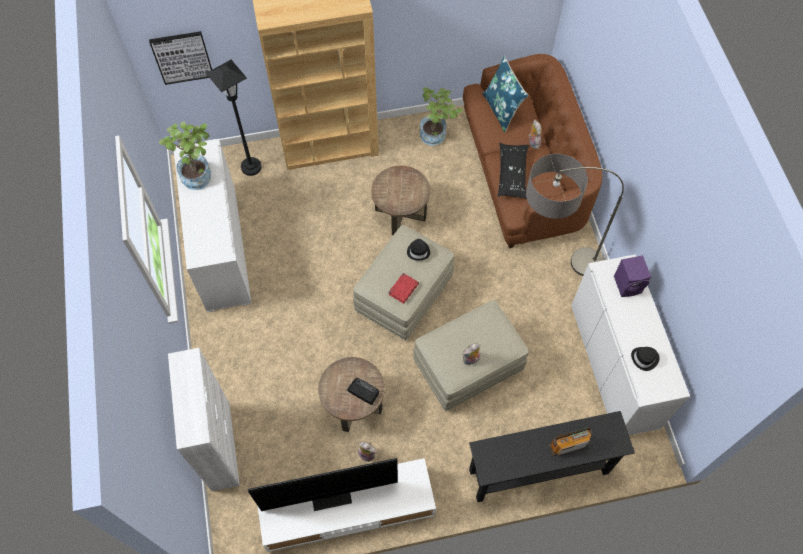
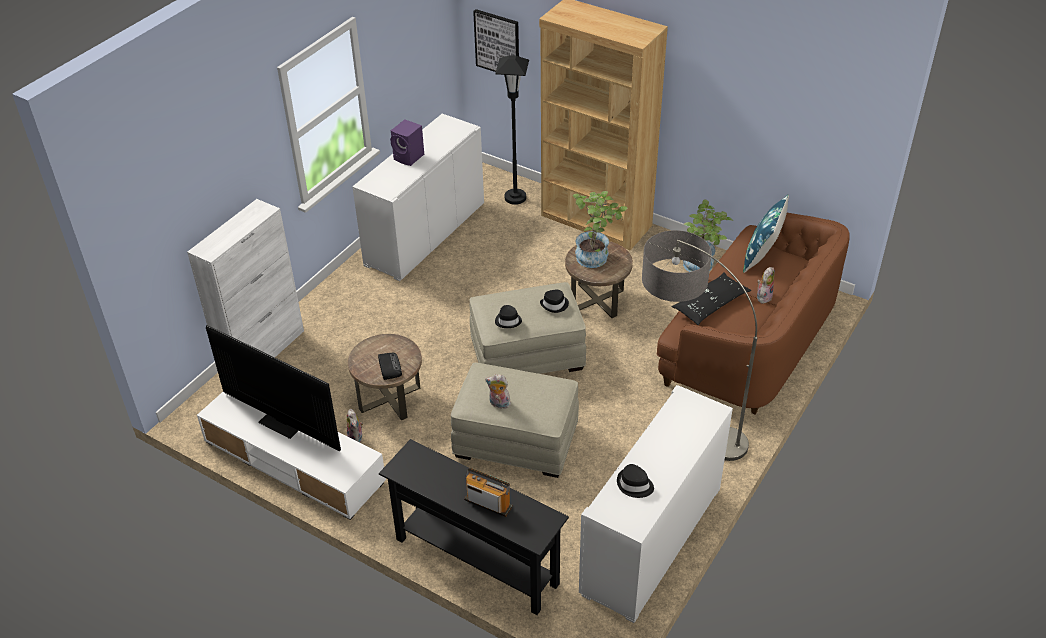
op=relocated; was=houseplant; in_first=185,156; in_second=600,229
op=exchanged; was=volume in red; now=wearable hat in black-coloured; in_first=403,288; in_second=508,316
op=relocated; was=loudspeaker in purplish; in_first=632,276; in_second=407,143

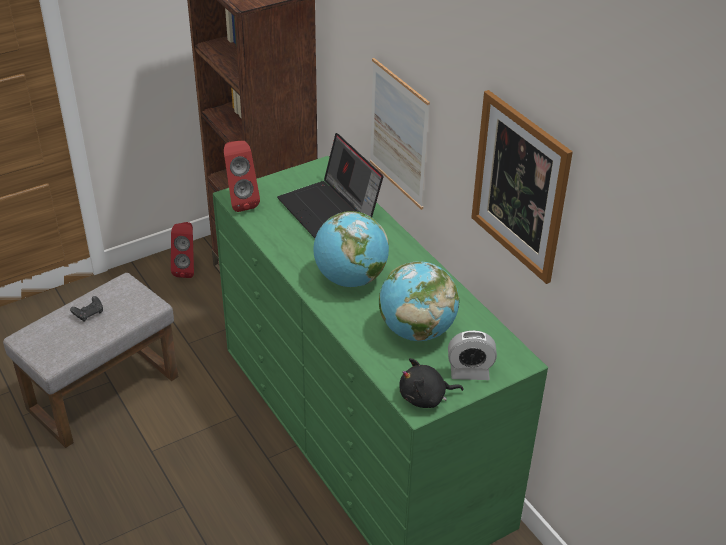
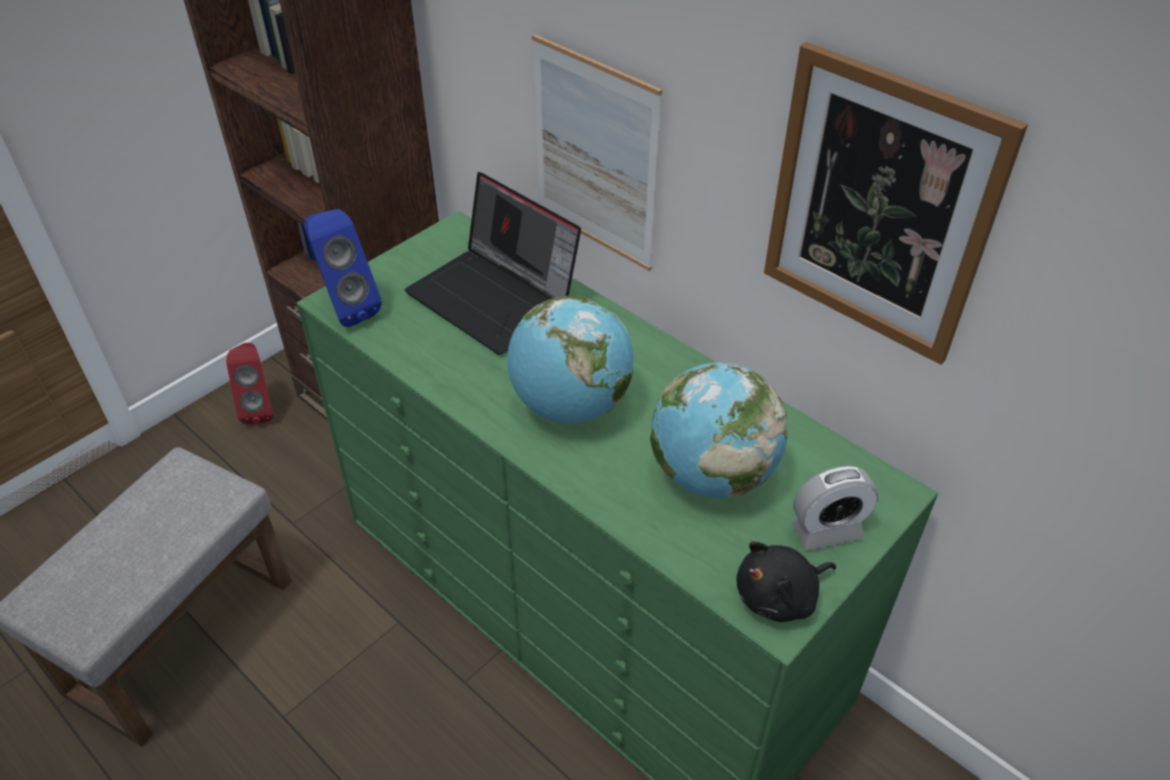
op=missing; was=gamepad in black-coloured; in_first=86,309
op=colour; was=loudspeaker in red; now=loudspeaker in blue; in_first=242,176; in_second=343,268

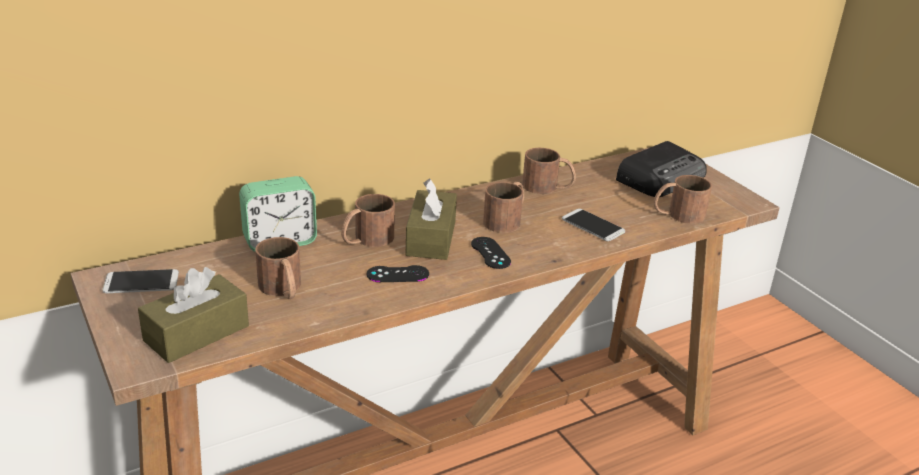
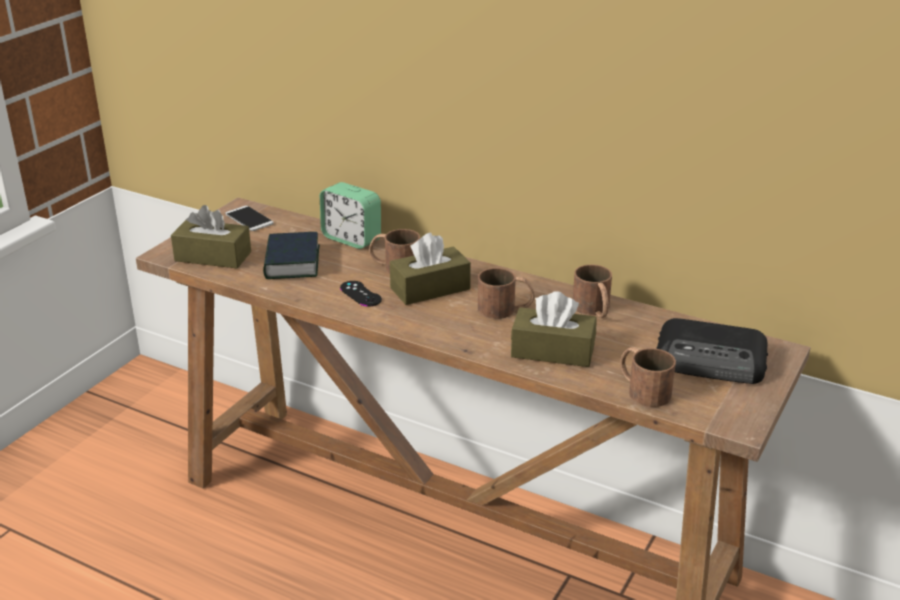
op=exchanged; was=mug in brown-coloured; now=volume; in_first=278,268; in_second=291,255
op=missing; was=gamepad in black-coloured; in_first=491,253
op=exchanged; was=phone; now=tissue box in brown-coloured; in_first=593,225; in_second=554,329

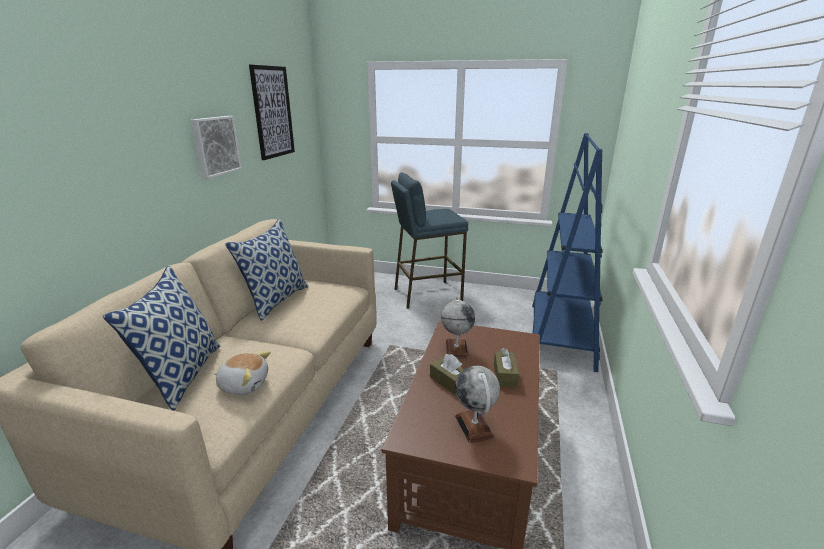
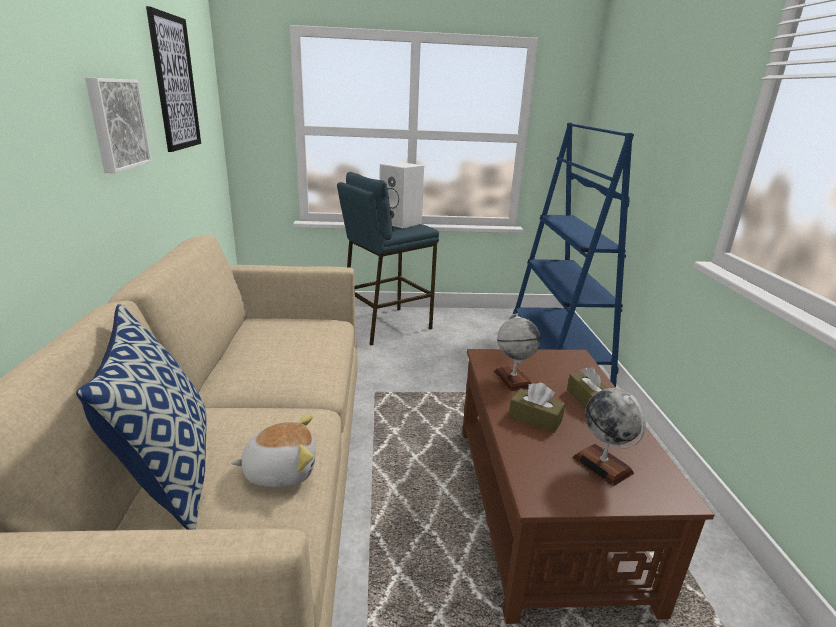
op=missing; was=cushion; in_first=267,270
op=appeared; now=loudspeaker in white-coloured; in_second=402,195

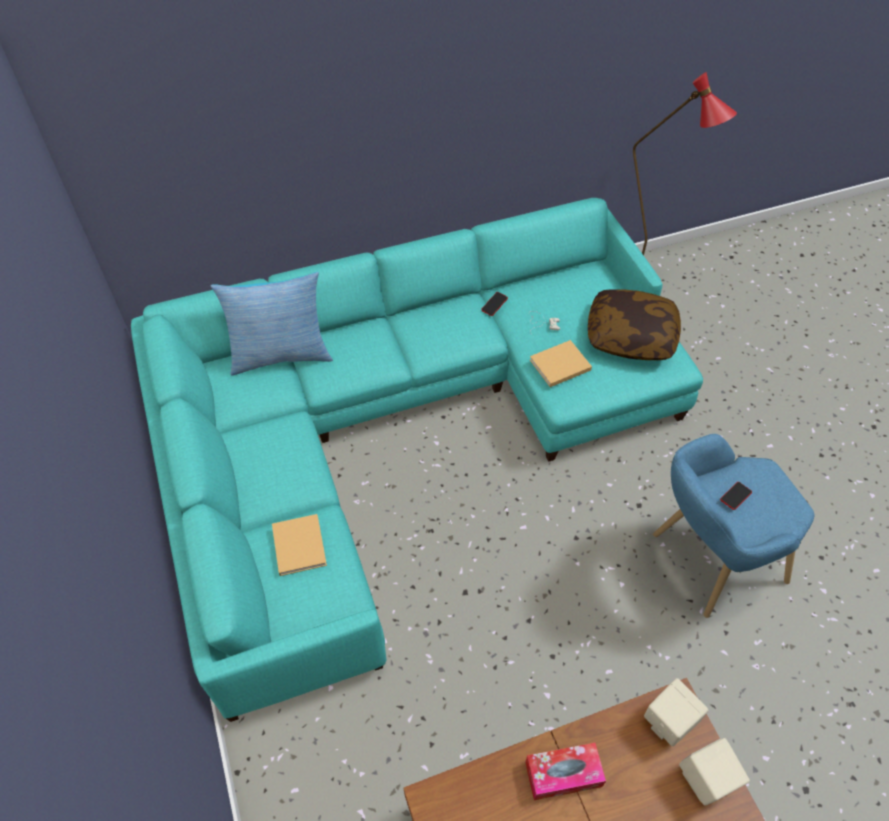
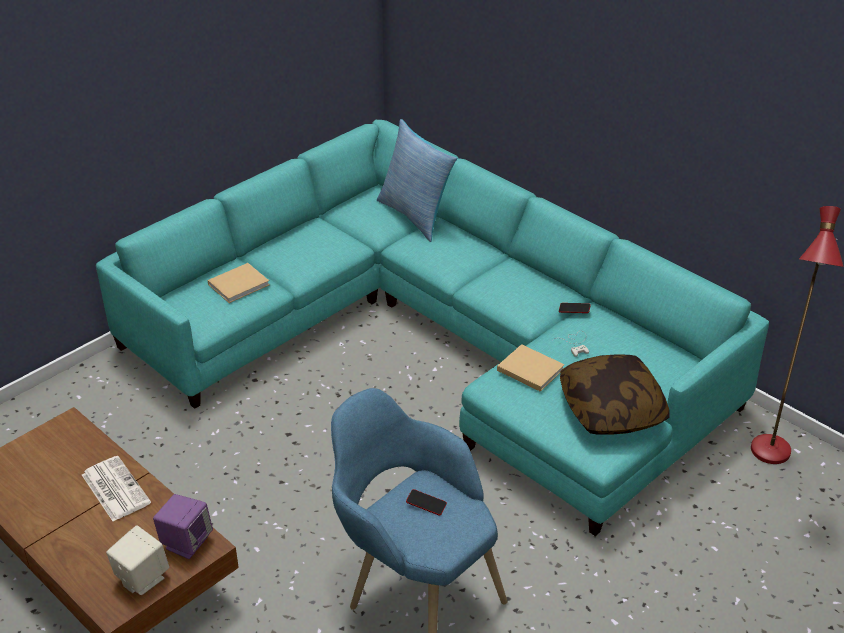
op=exchanged; was=tissue box; now=daily paper; in_first=565,771; in_second=116,488
op=colour; was=loudspeaker in beige-coloured; now=loudspeaker in purplish; in_first=676,712; in_second=183,526

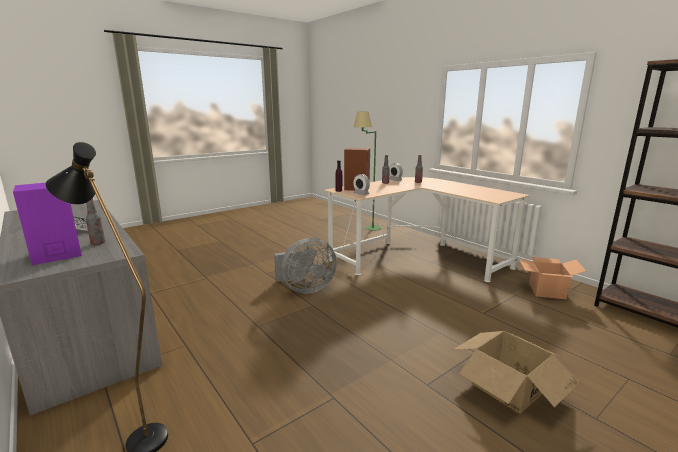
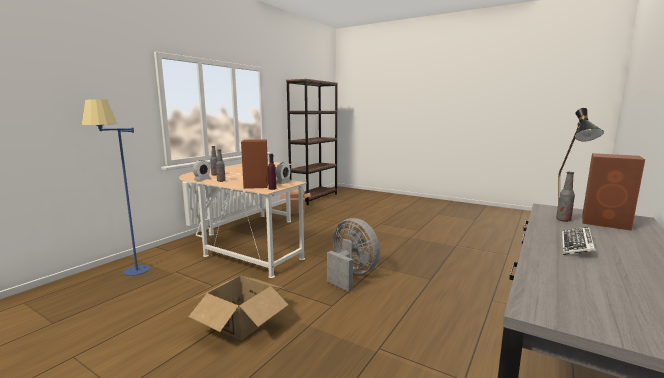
op=colour; was=loudspeaker in purplish; now=loudspeaker in brown-coloured; in_first=47,224; in_second=613,192
op=colour; was=standing lamp in green-coloured; now=standing lamp in blue; in_first=367,171; in_second=116,187
op=relocated; was=carton; in_first=516,372; in_second=239,308

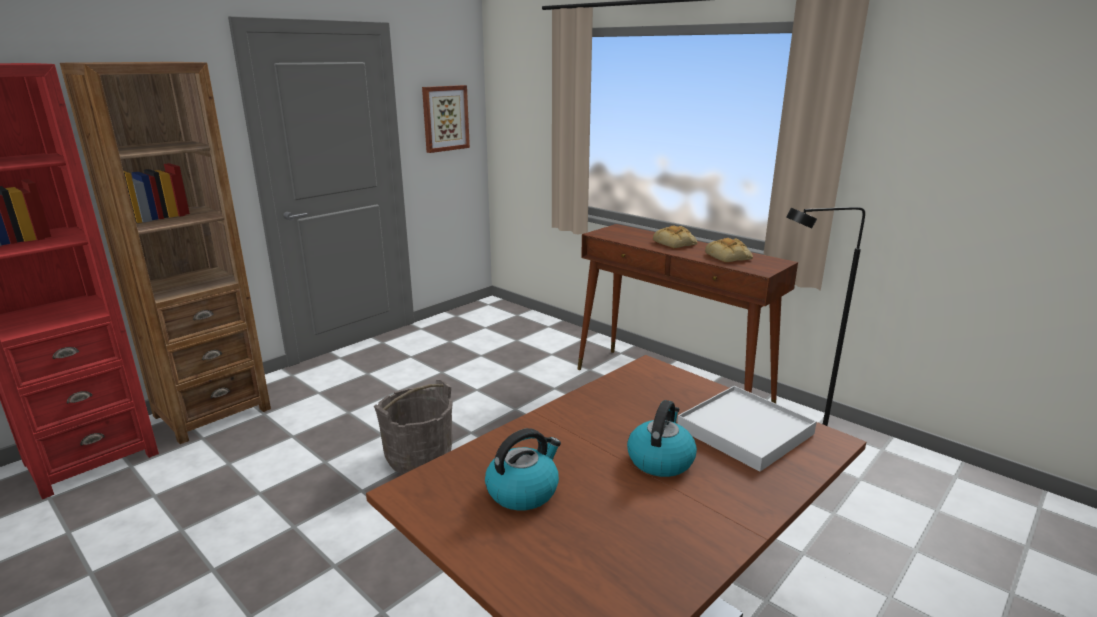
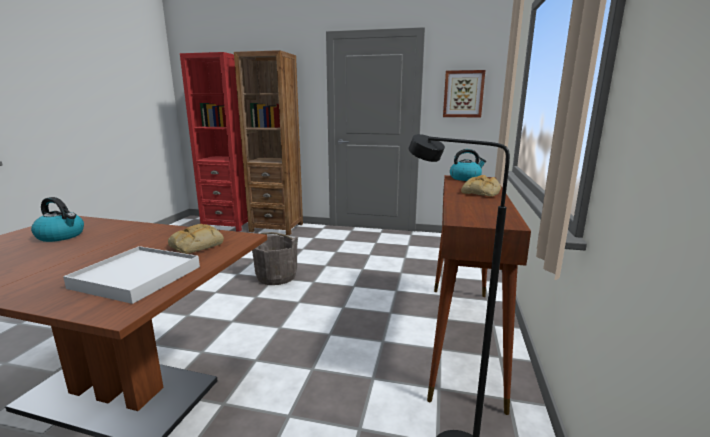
op=relocated; was=kettle; in_first=662,438; in_second=468,165
op=relocated; was=baked bread; in_first=729,250; in_second=196,239

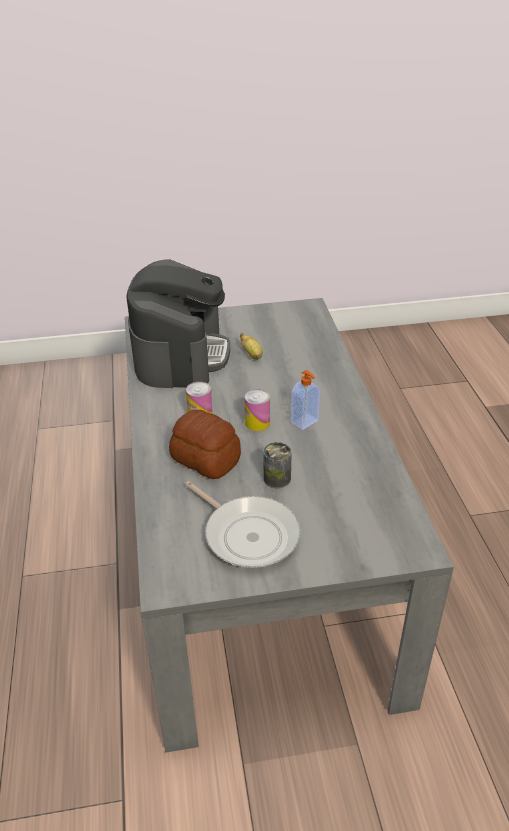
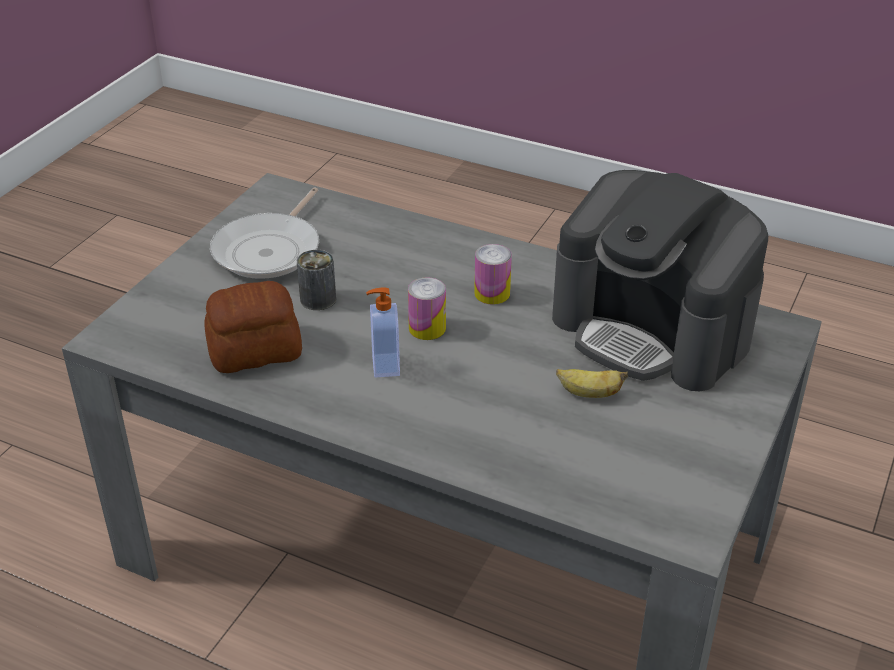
op=relocated; was=baked bread; in_first=205,444; in_second=253,327
op=spun; was=skillet; in_first=242,524; in_second=264,233; clockwise=-60

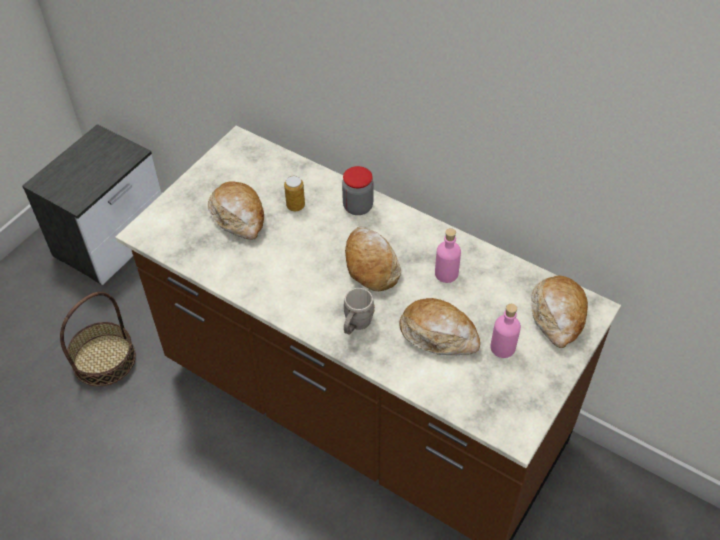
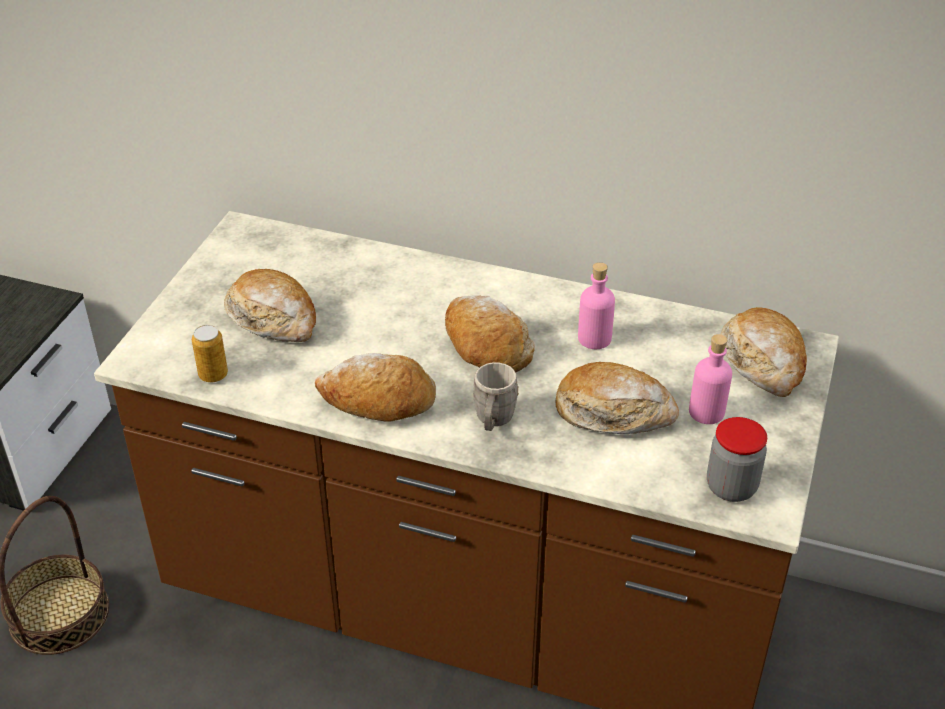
op=relocated; was=can; in_first=294,193; in_second=210,353
op=relocated; was=preserve jar; in_first=358,190; in_second=737,459
op=appeared; now=baked bread; in_second=375,387

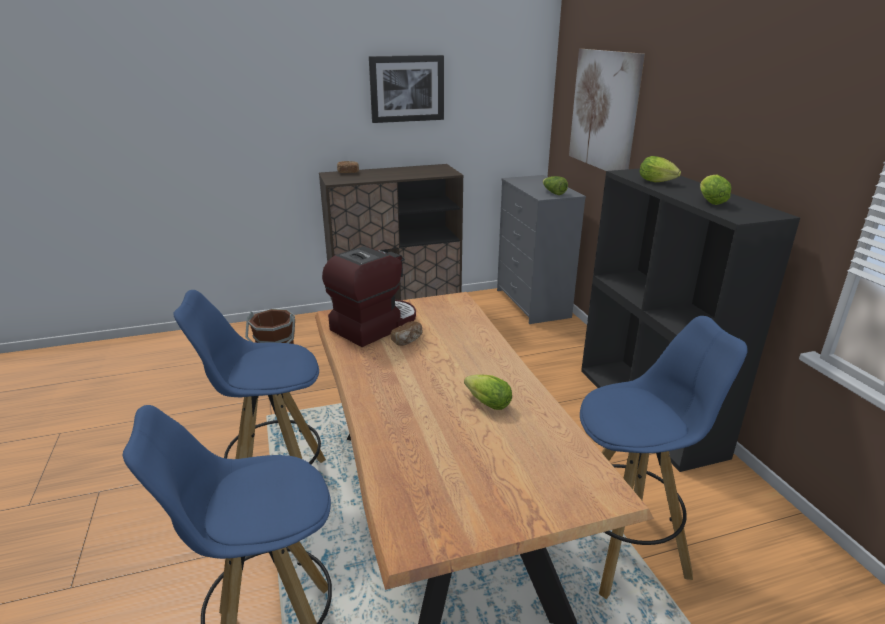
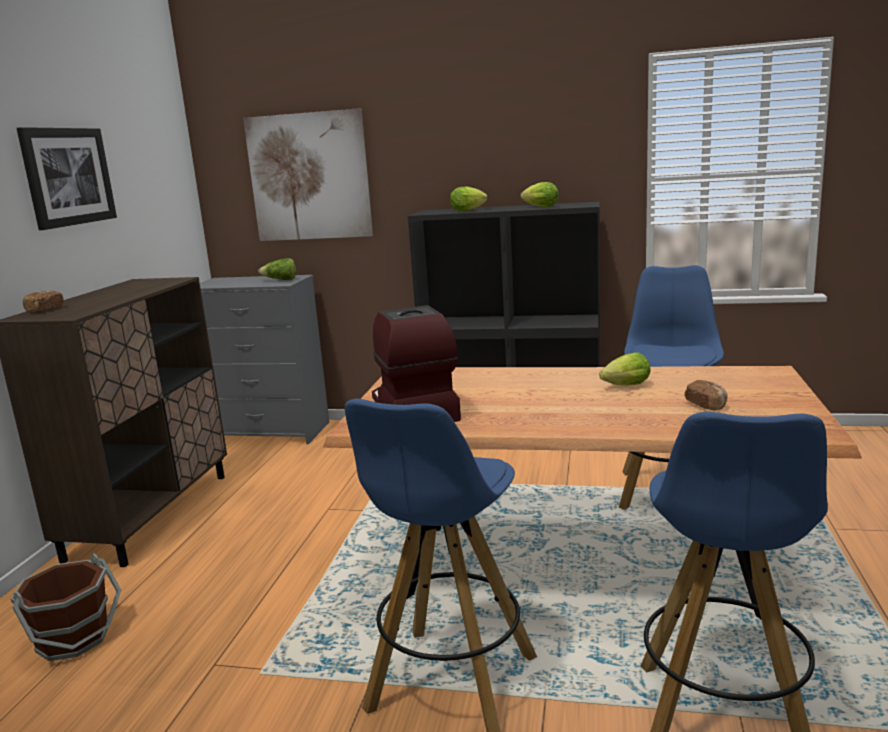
op=relocated; was=baked bread; in_first=406,333; in_second=706,395

